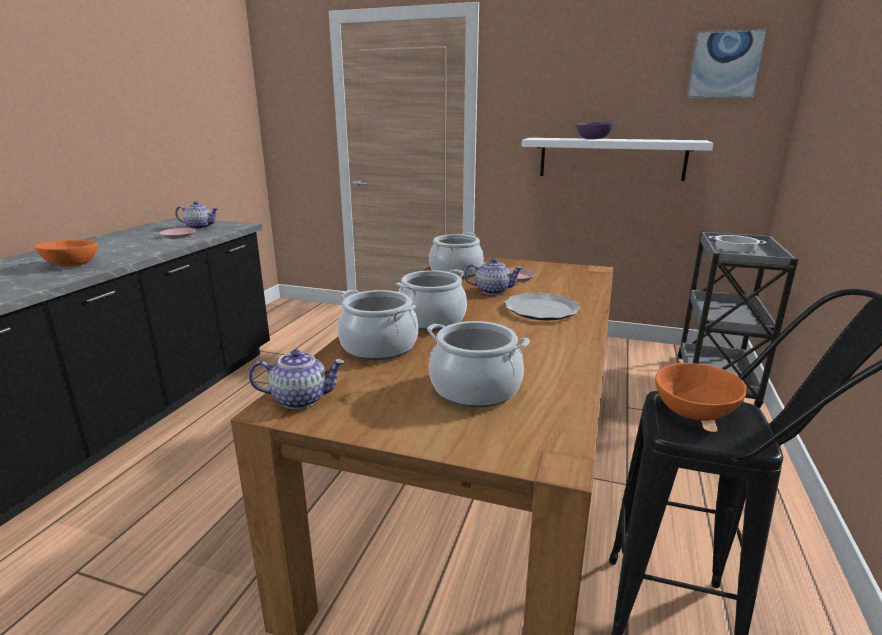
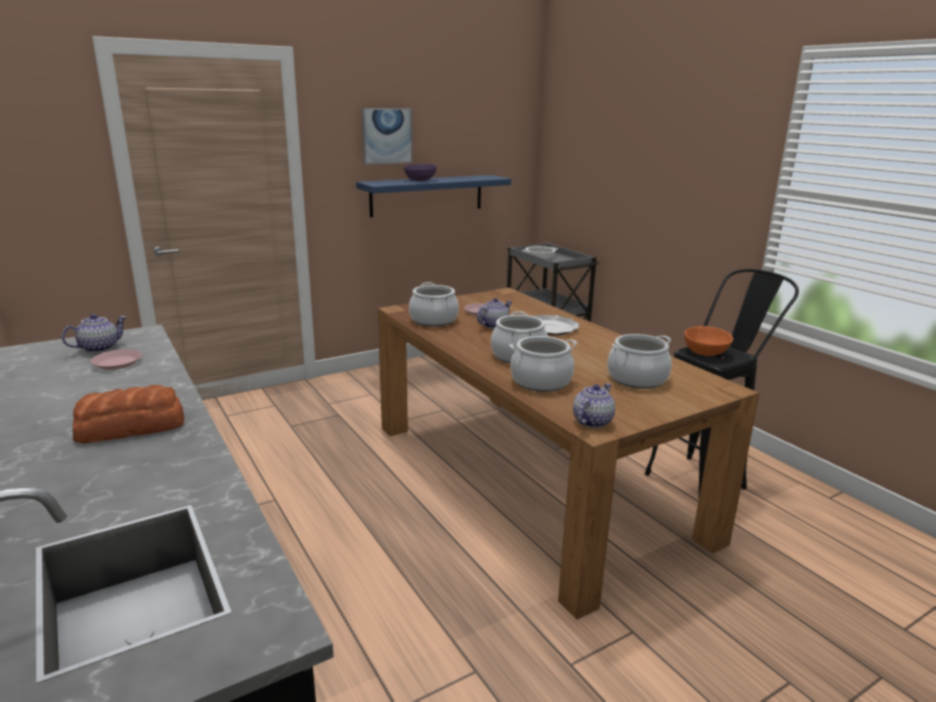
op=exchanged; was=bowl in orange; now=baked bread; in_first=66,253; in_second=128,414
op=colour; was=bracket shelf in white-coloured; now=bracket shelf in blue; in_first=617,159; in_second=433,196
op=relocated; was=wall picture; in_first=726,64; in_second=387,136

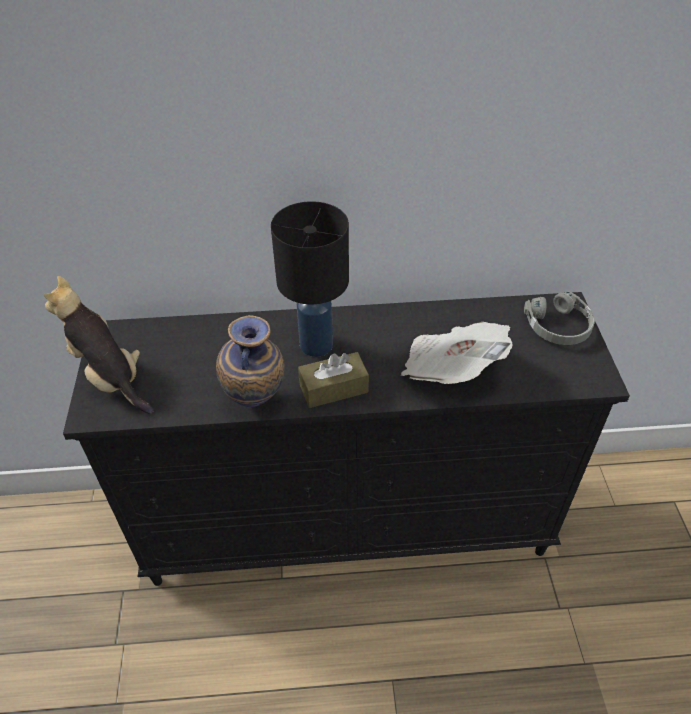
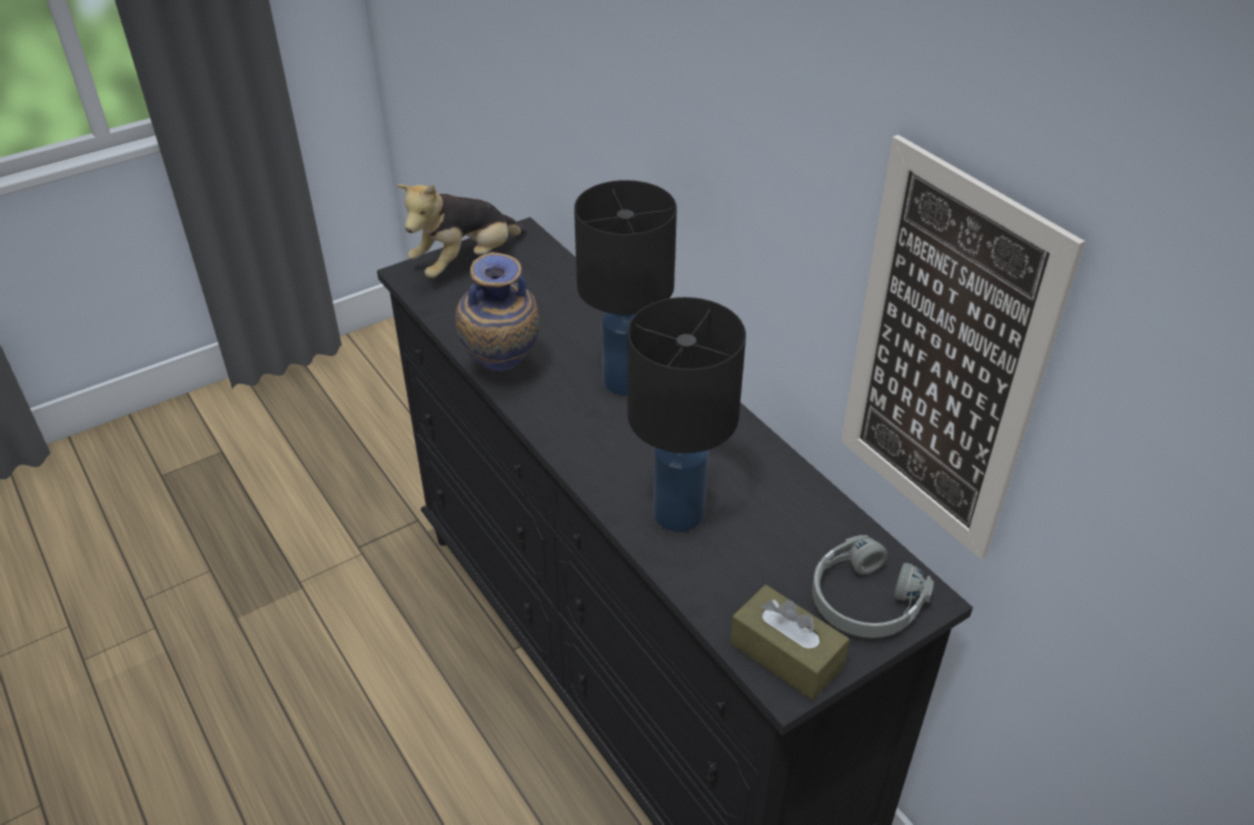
op=spun; was=cuddly toy; in_first=98,345; in_second=461,231; clockwise=-150
op=relocated; was=tissue box in brown-coloured; in_first=333,380; in_second=790,642
op=exchanged; was=daily paper; now=table lamp in black-coloured; in_first=457,353; in_second=686,414
op=appeared; now=wall picture; in_second=963,347

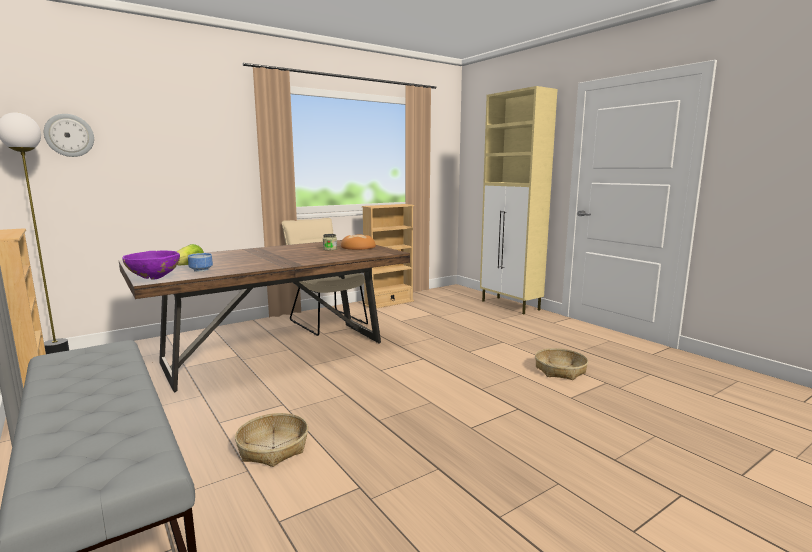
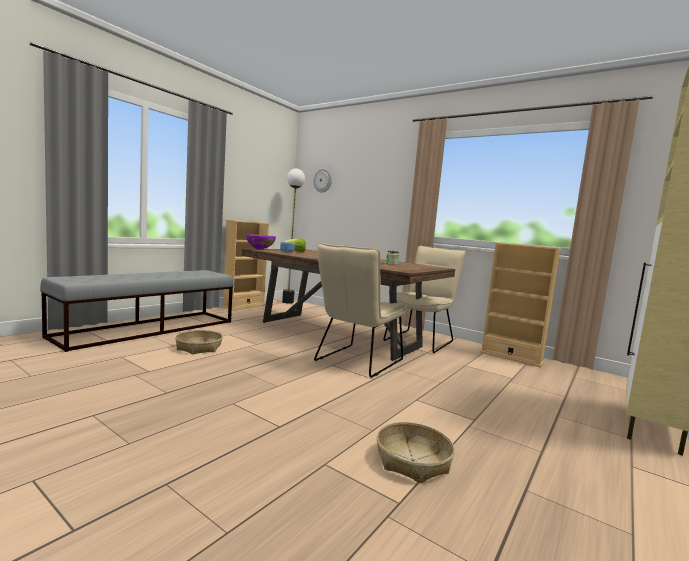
op=missing; was=baked bread; in_first=358,242
op=appeared; now=chair in beige-coloured; in_second=360,310

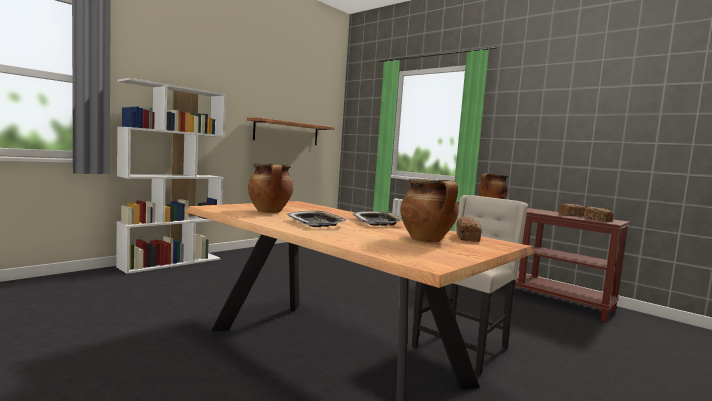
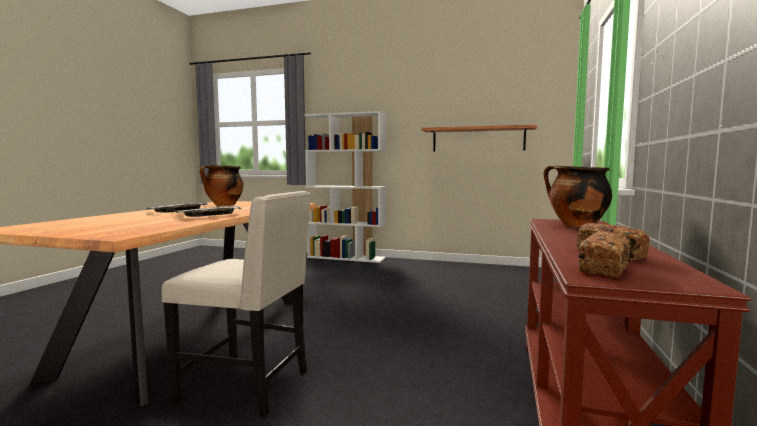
op=missing; was=cooking pot; in_first=429,210
op=missing; was=baked bread; in_first=469,229

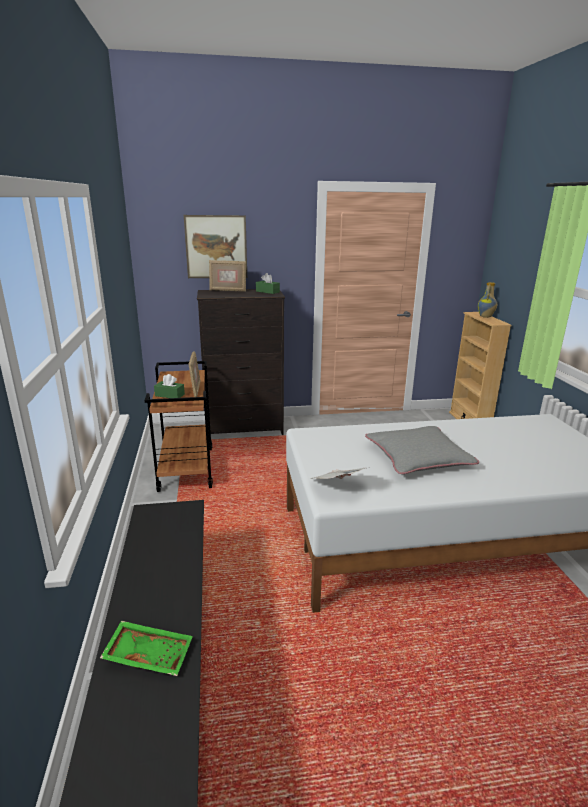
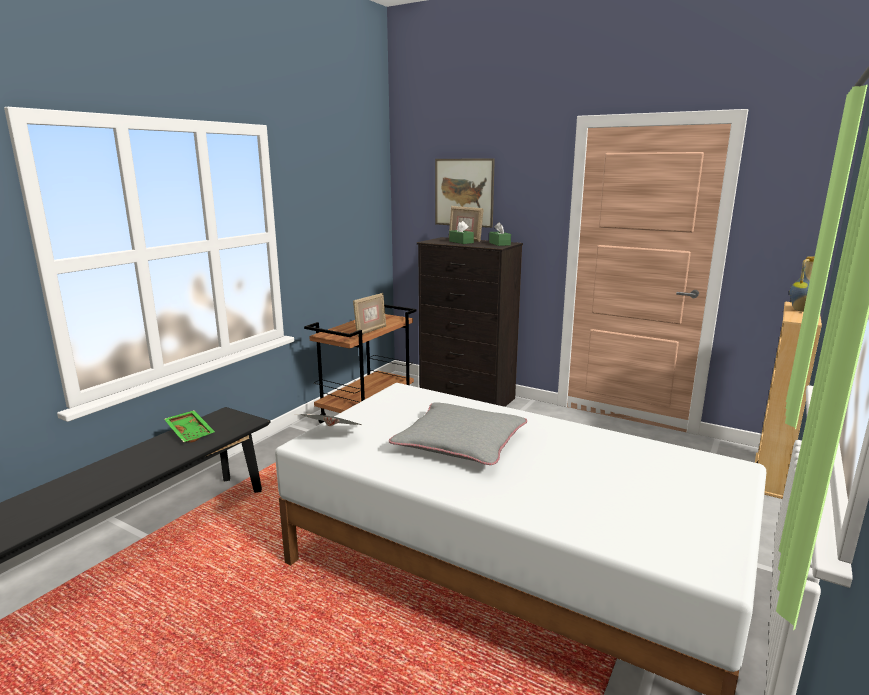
op=relocated; was=carrying tray in green-coloured; in_first=146,648; in_second=189,426
op=relocated; was=tissue box in green-coloured; in_first=169,386; in_second=461,232

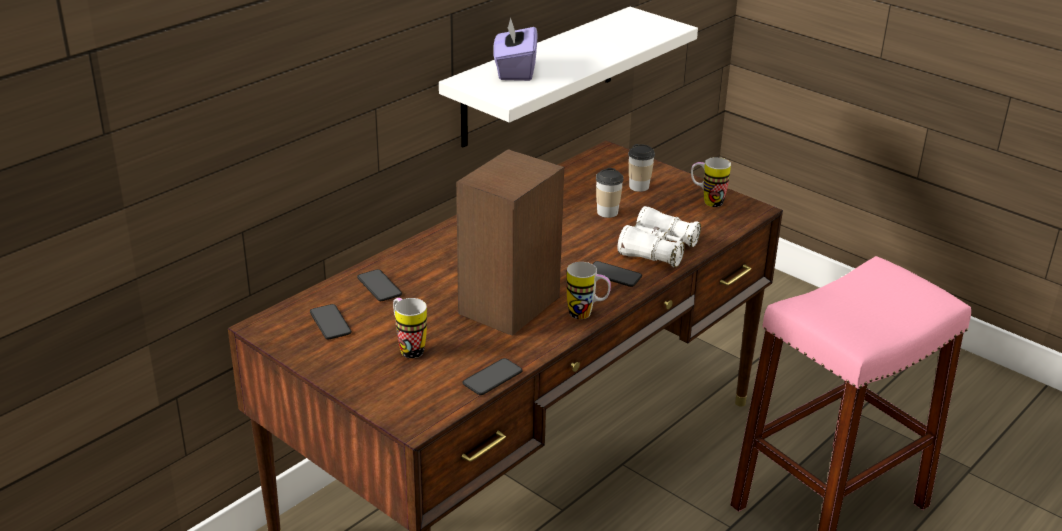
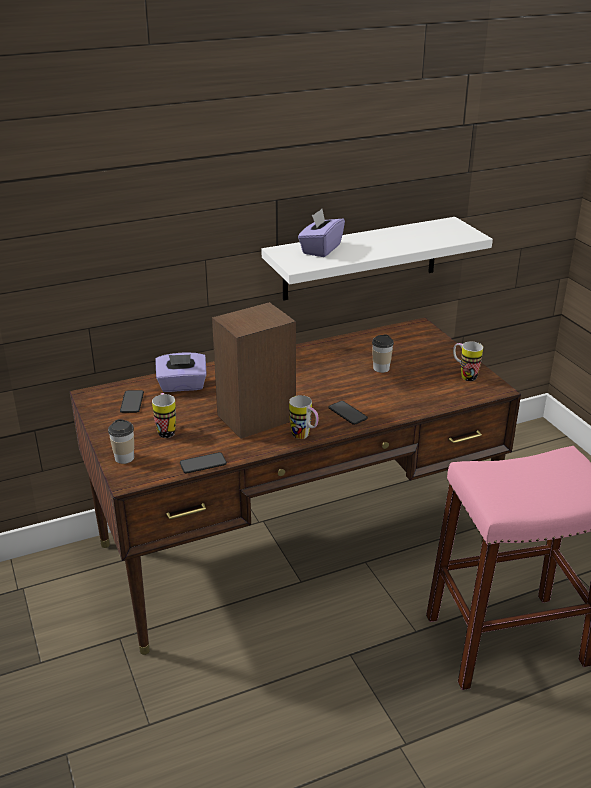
op=exchanged; was=phone; now=tissue box in purplish; in_first=379,285; in_second=181,372
op=missing; was=pair of binoculars in white-coloured; in_first=659,236
op=relocated; was=drinking cup; in_first=641,168; in_second=121,441

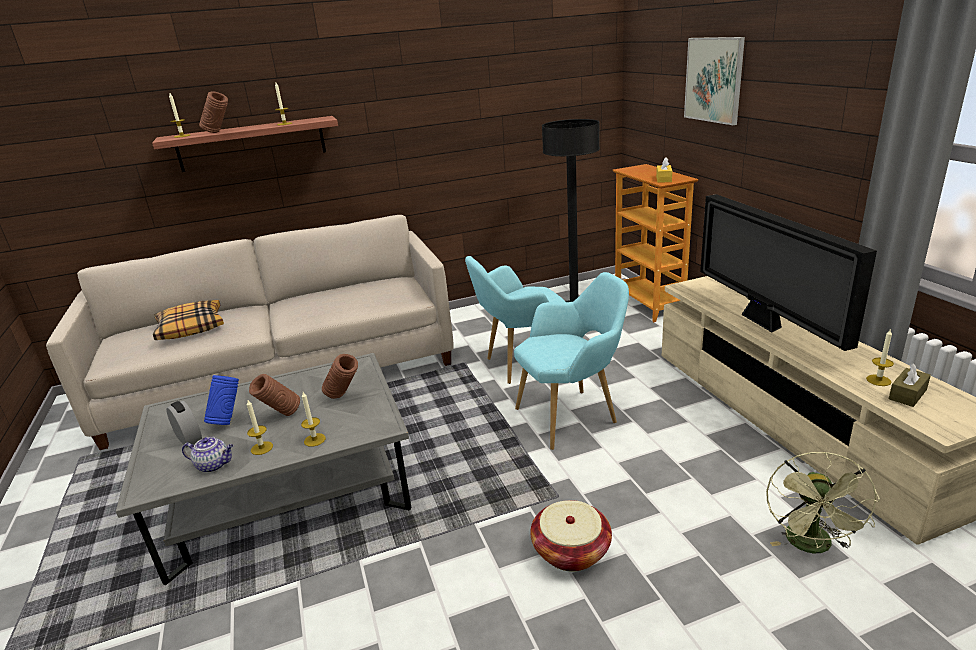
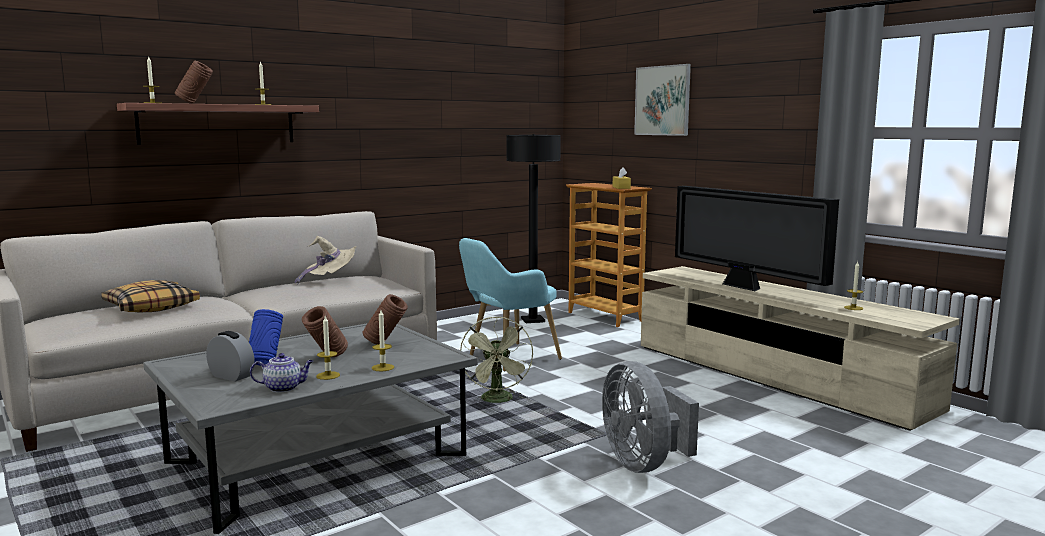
op=missing; was=armchair in blue-green; in_first=571,361
op=exchanged; was=household basket; now=cooling fan in greyish; in_first=571,536; in_second=650,417
op=relocated; was=cooling fan in green-coloured; in_first=823,503; in_second=496,359
op=missing; was=tissue box in brown-coloured; in_first=910,385
op=appeared; now=wearable hat in beige-coloured; in_second=326,260

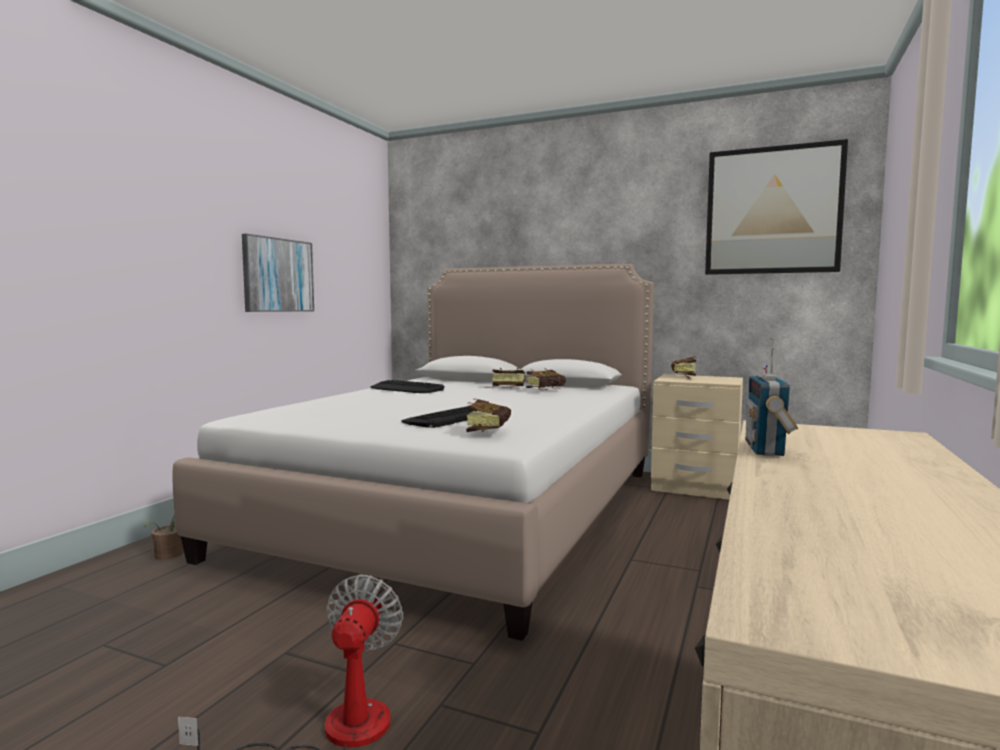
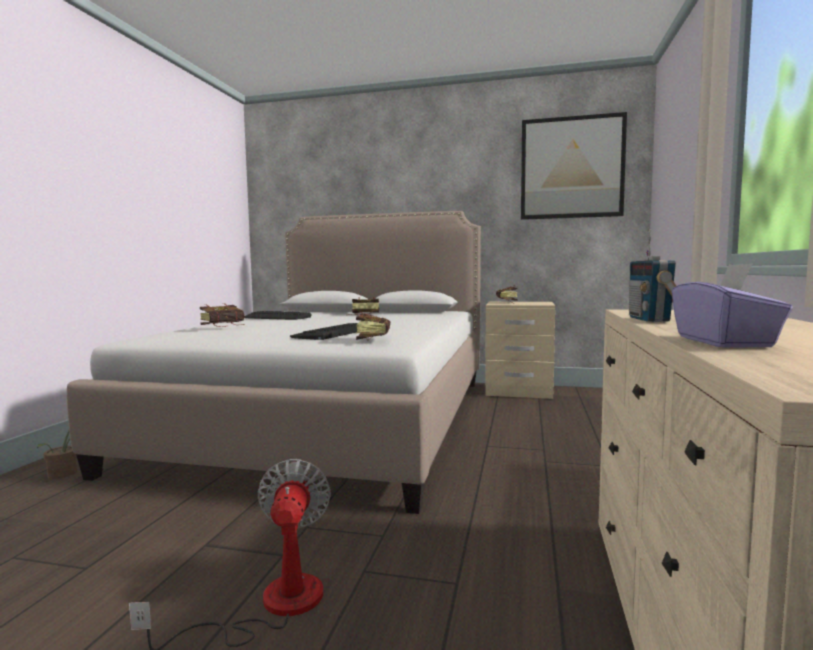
op=missing; was=wall picture; in_first=278,273
op=relocated; was=volume; in_first=546,379; in_second=222,315
op=appeared; now=tissue box in purplish; in_second=732,305

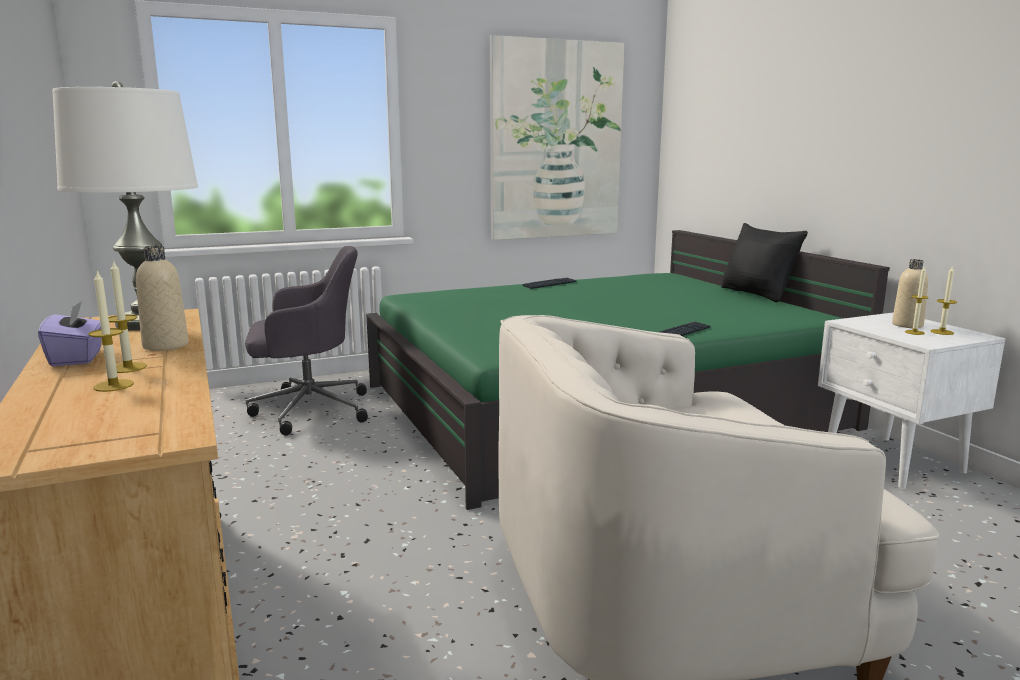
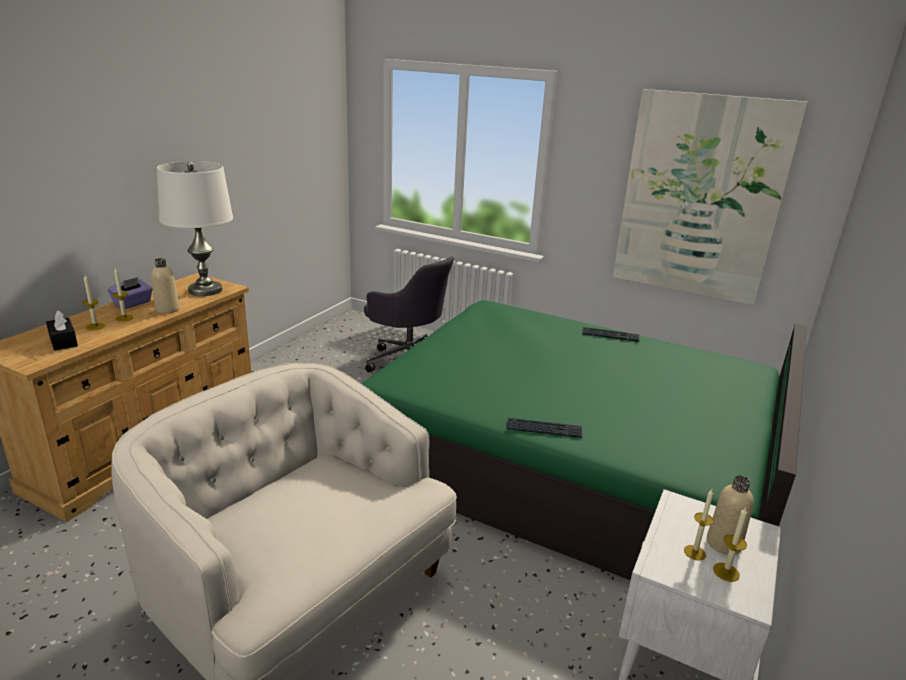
op=missing; was=cushion in black-coloured; in_first=764,262
op=appeared; now=tissue box in black-coloured; in_second=62,330

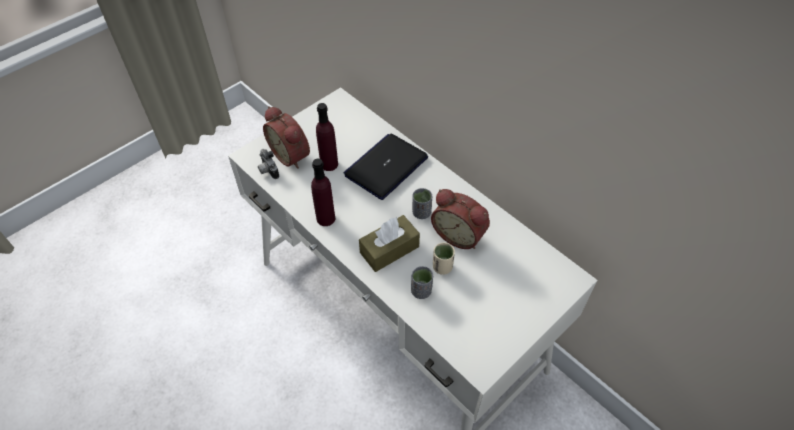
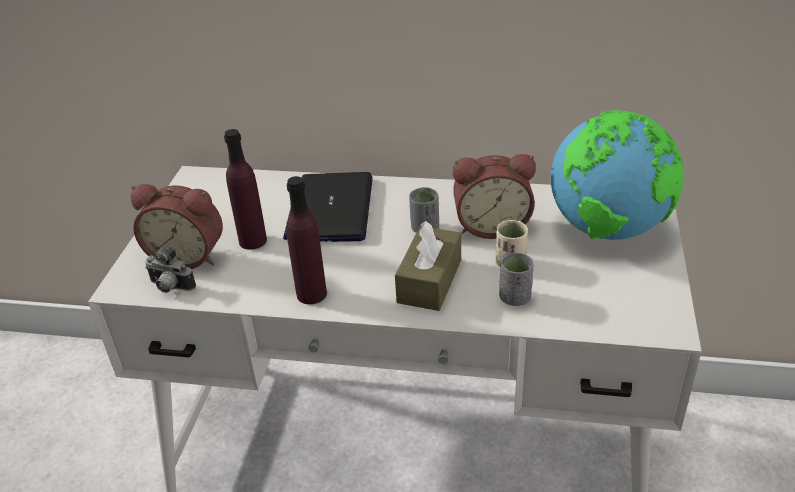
op=appeared; now=globe; in_second=617,175

